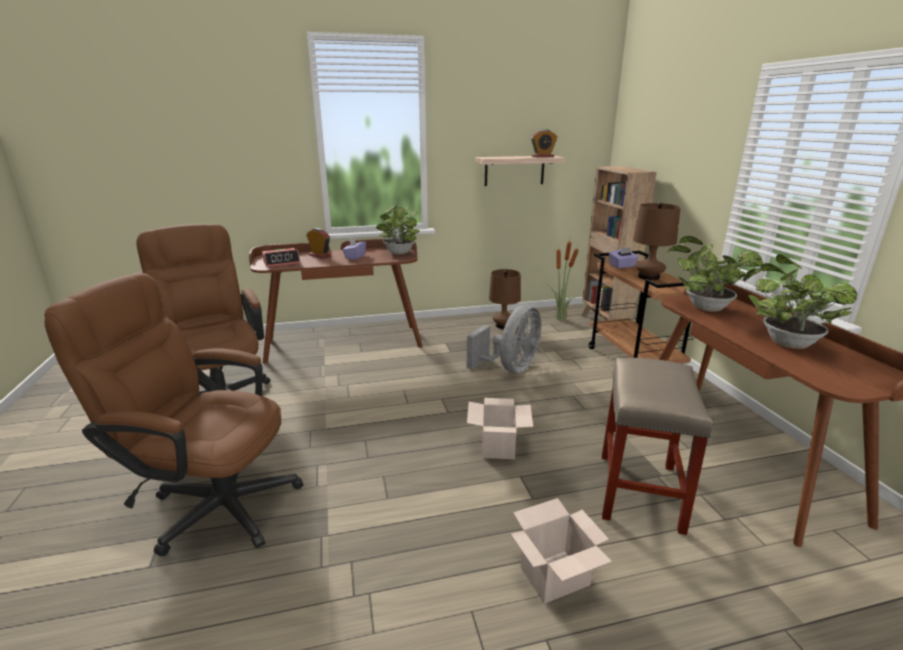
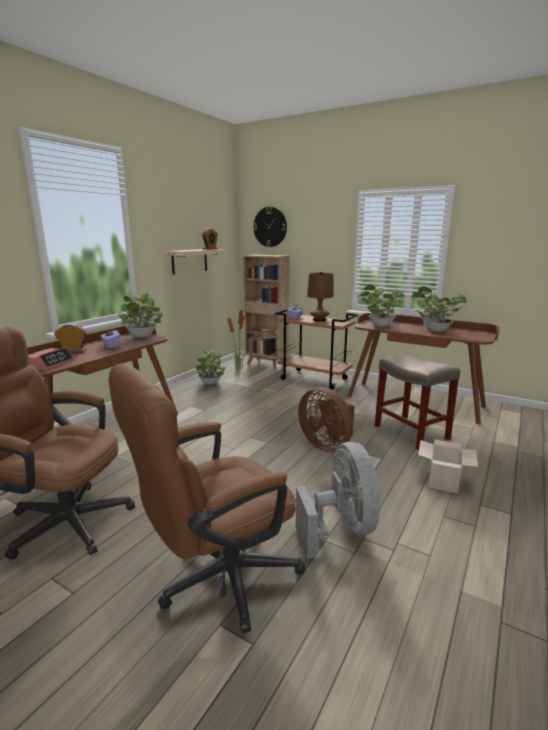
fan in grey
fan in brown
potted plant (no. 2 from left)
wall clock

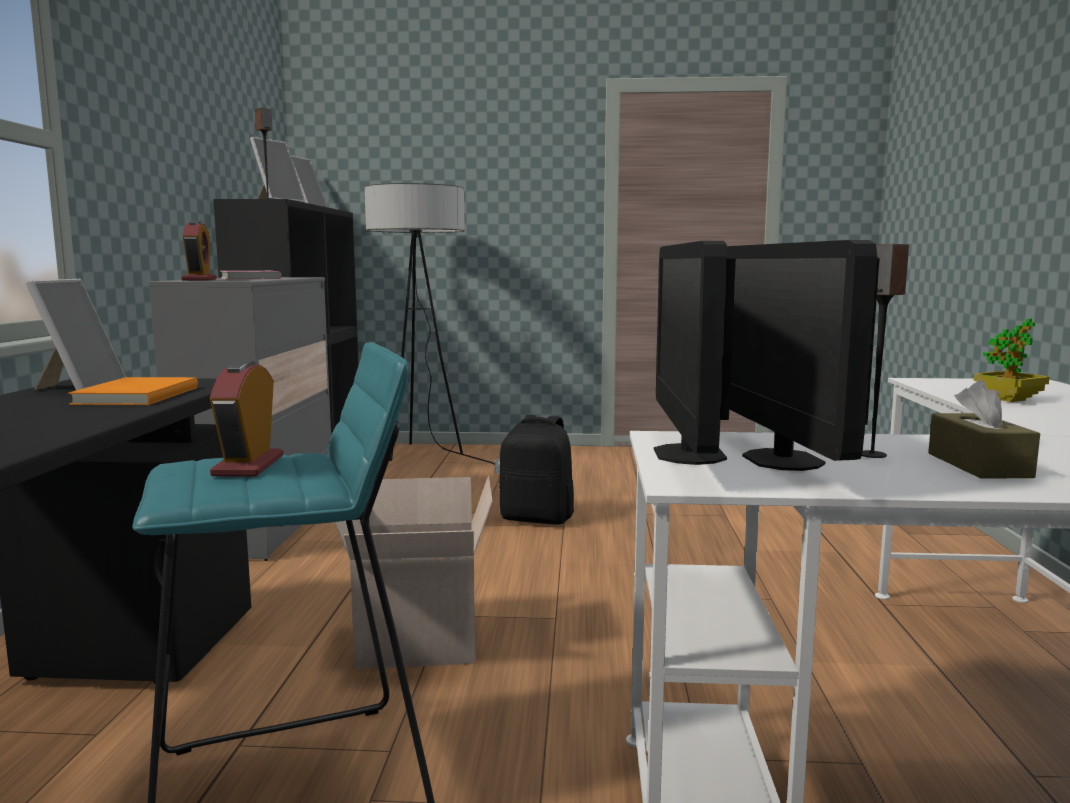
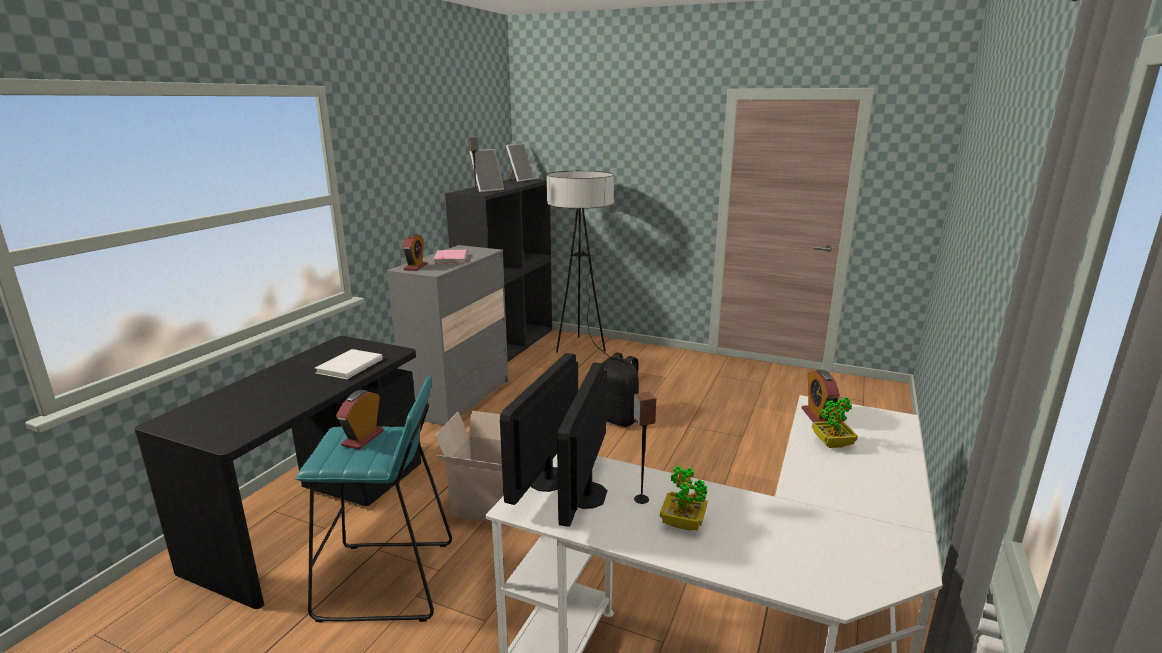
picture frame (no. 1 from left in the first image)
book in white
potted plant (no. 1 from left)
alarm clock (no. 3 from left)

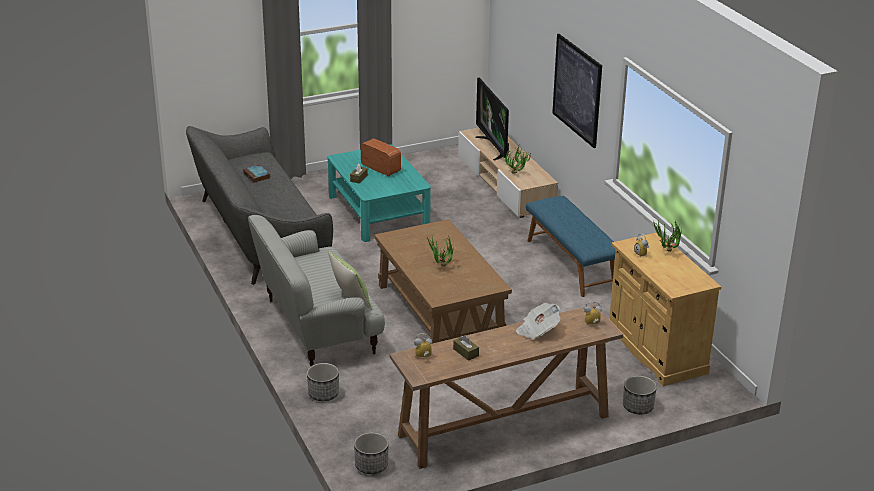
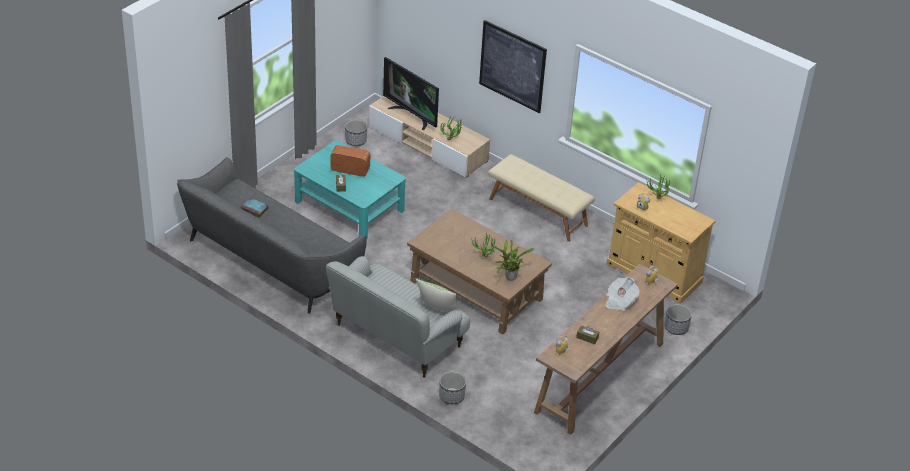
planter (no. 1 from left)
bench in beige
potted plant (no. 3 from left)

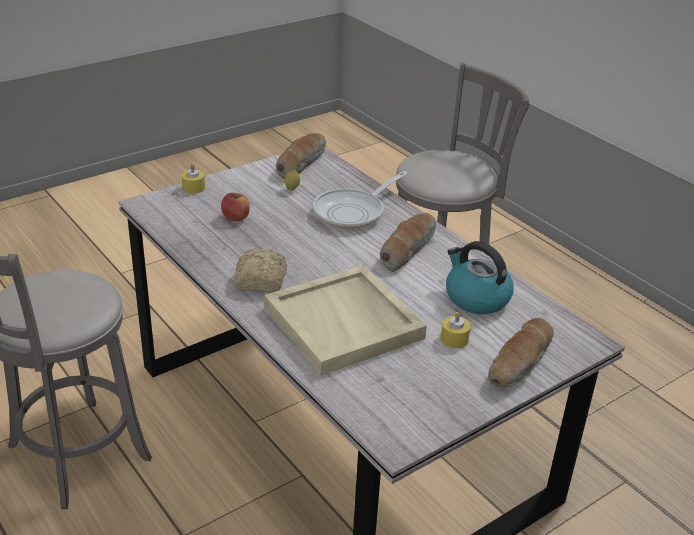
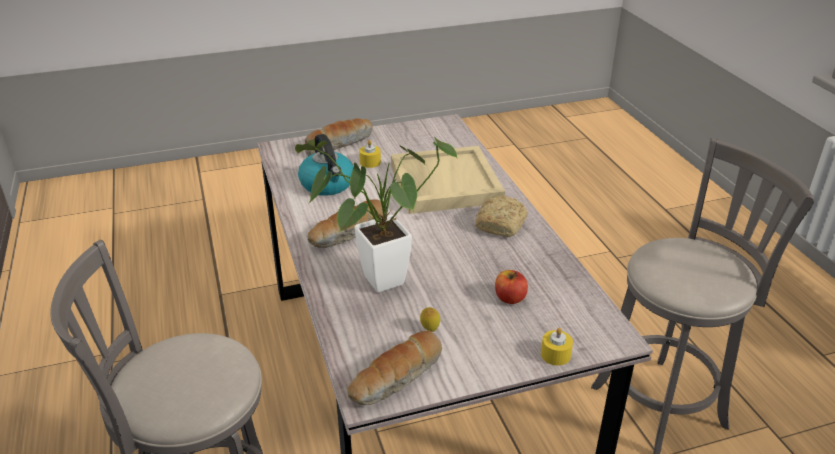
potted plant

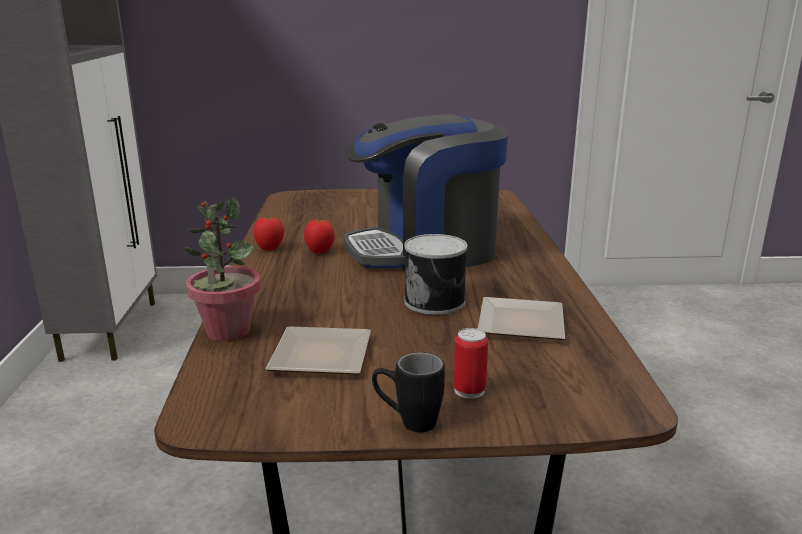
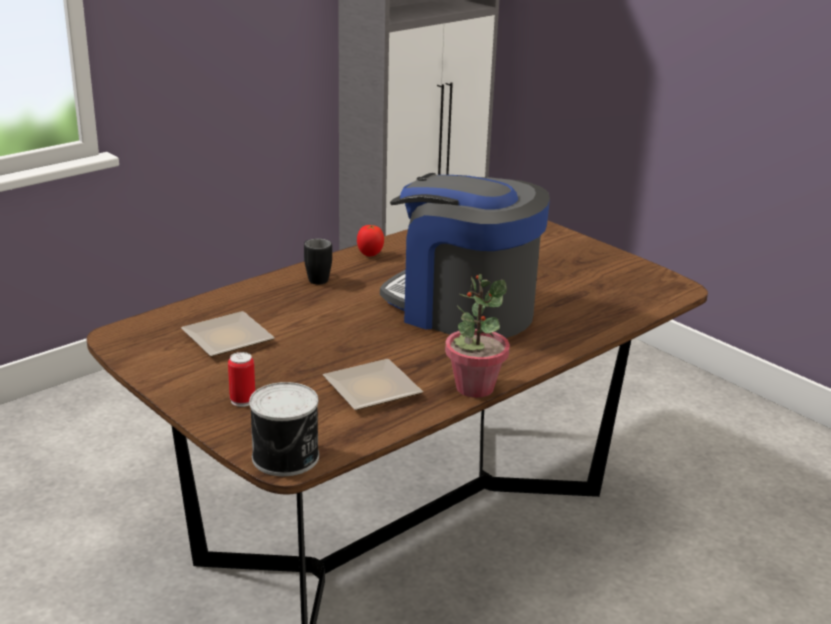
potted plant
tomato (no. 2 from left in the first image)
mug in black
can (no. 2 from left)

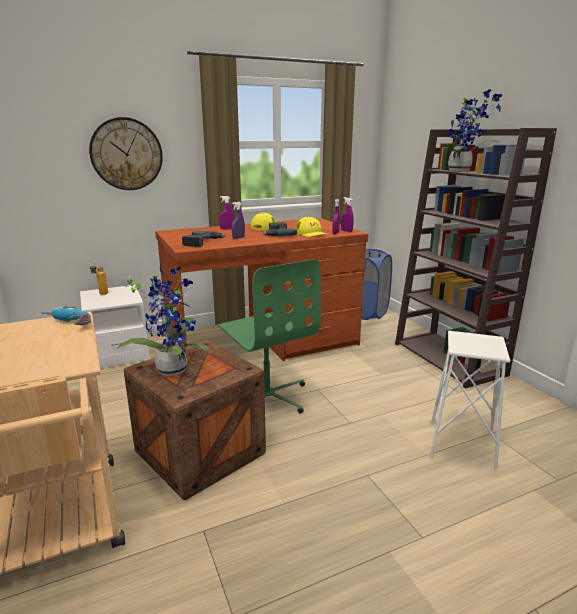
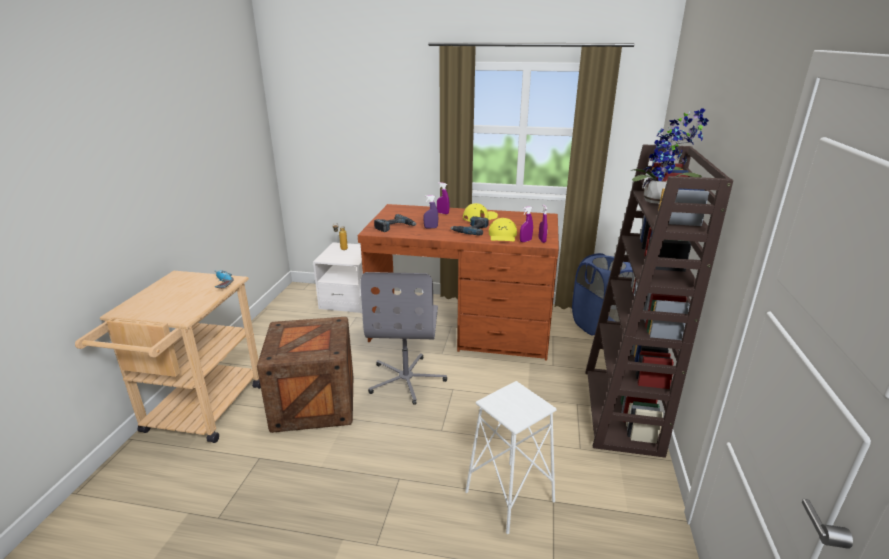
wall clock
potted plant (no. 1 from left in the first image)
office chair in grey

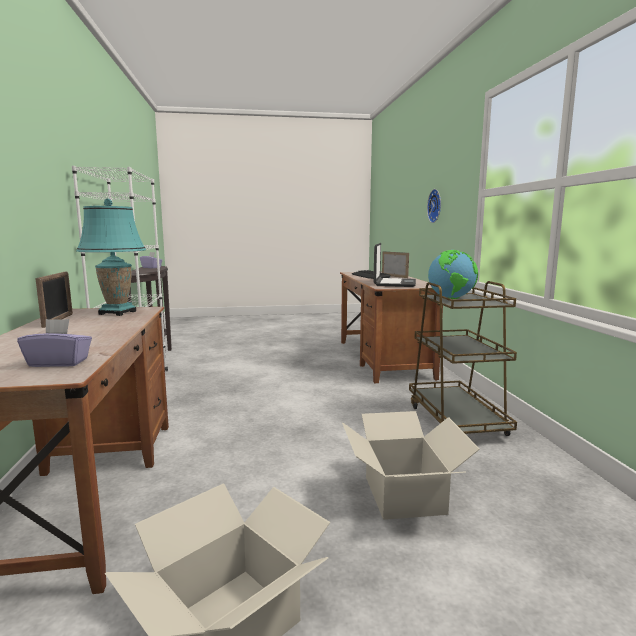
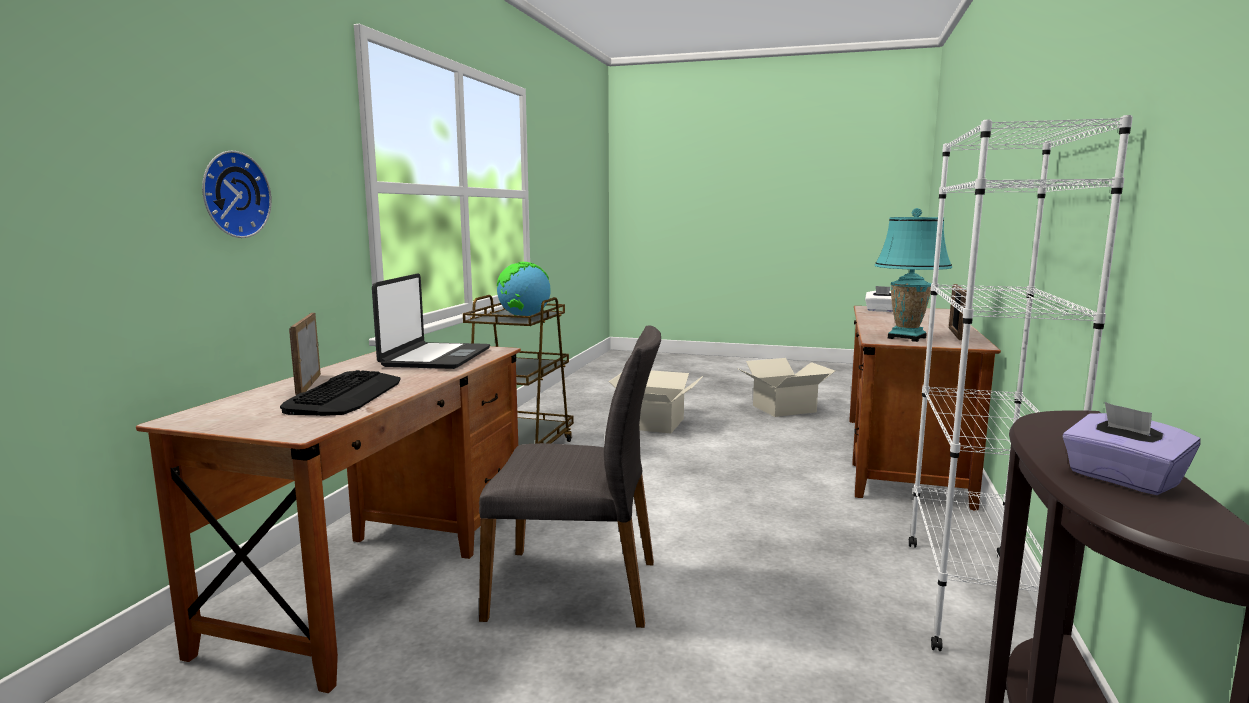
tissue box in white
laptop
chair in grey

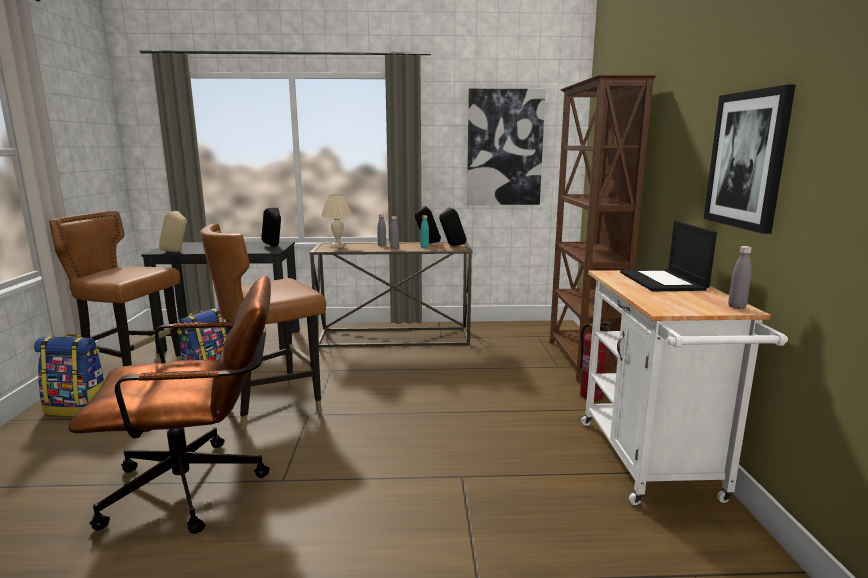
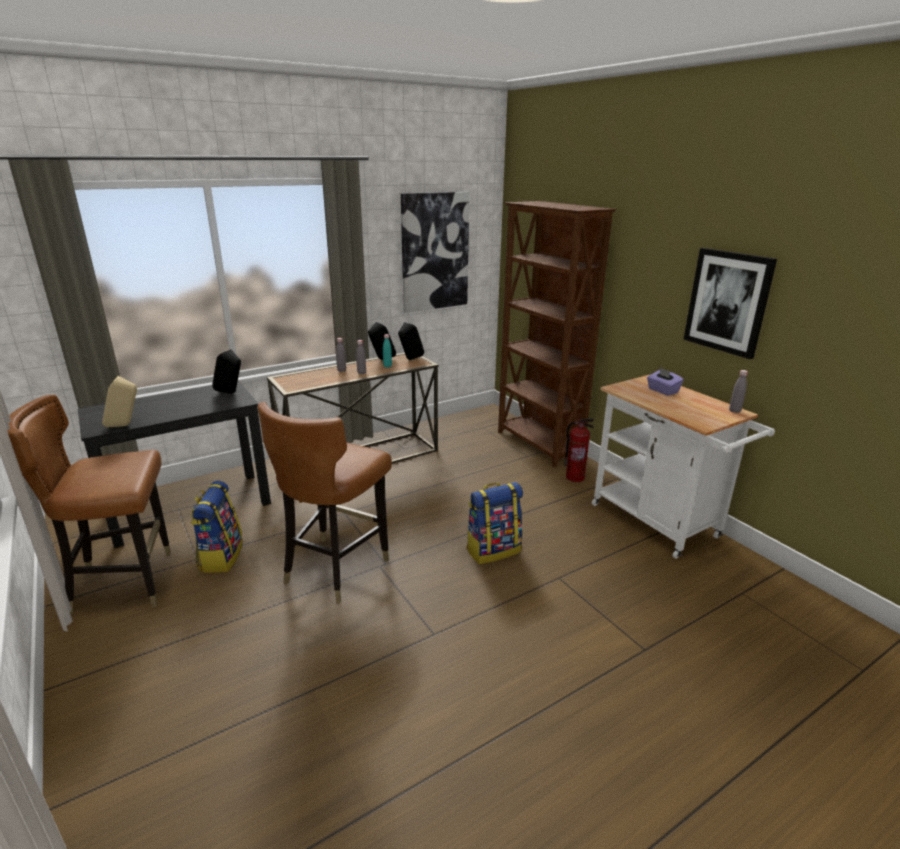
backpack (no. 2 from left)
office chair in brown
table lamp in beige
tissue box in purple

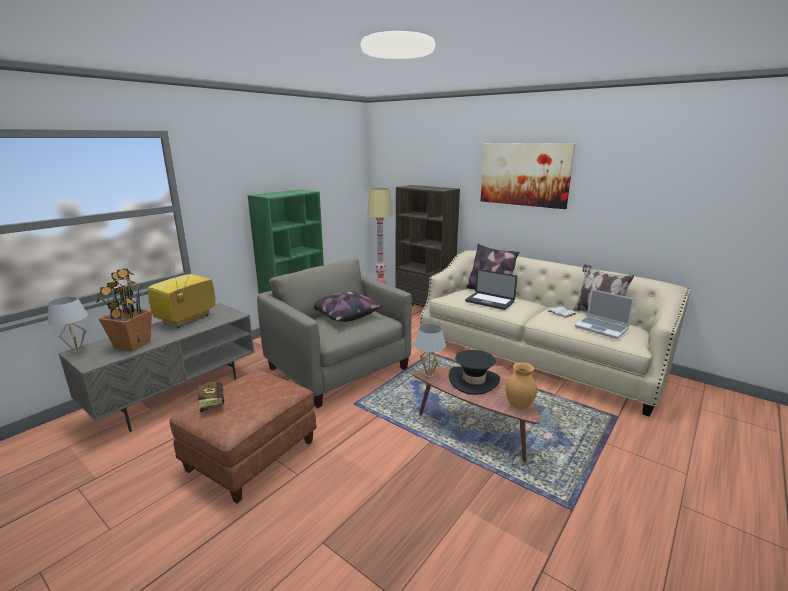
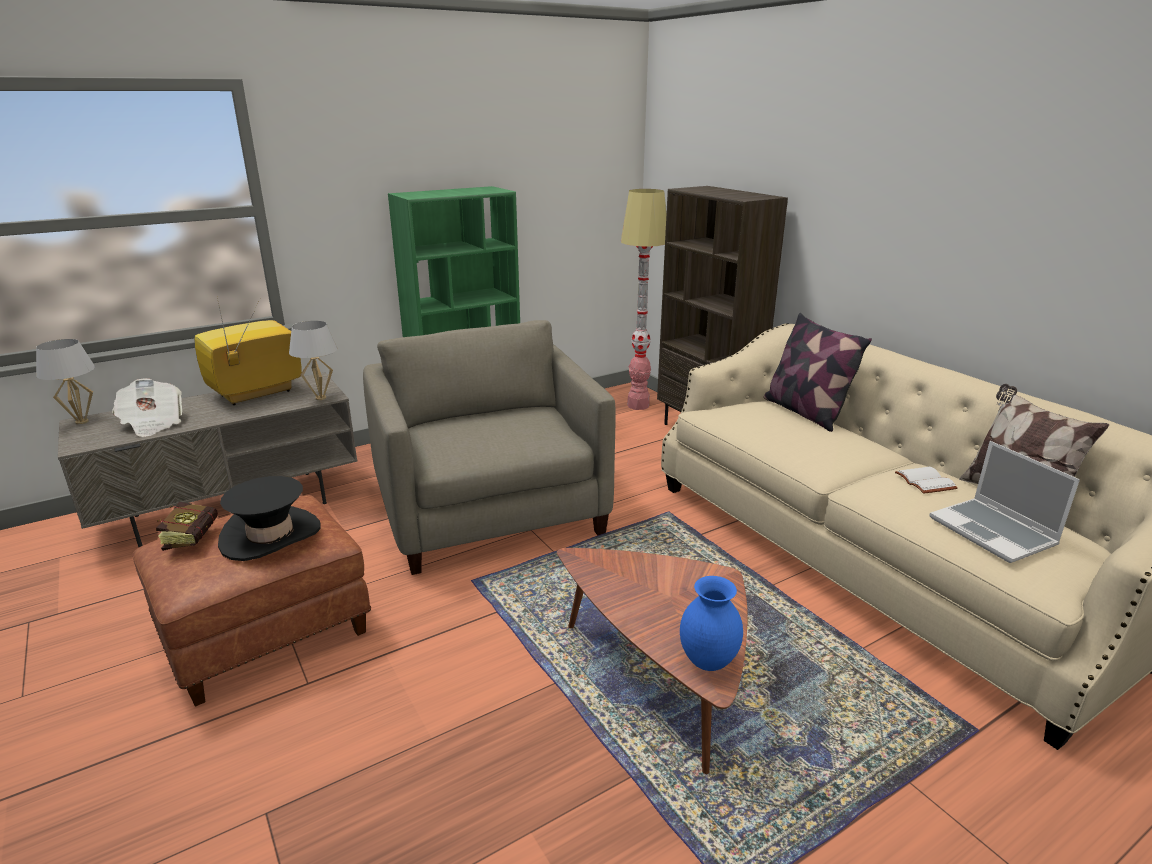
newspaper
pillow (no. 1 from left in the first image)
table lamp in white (no. 2 from left)
hat in black
laptop (no. 1 from left in the first image)
picture
vase in blue

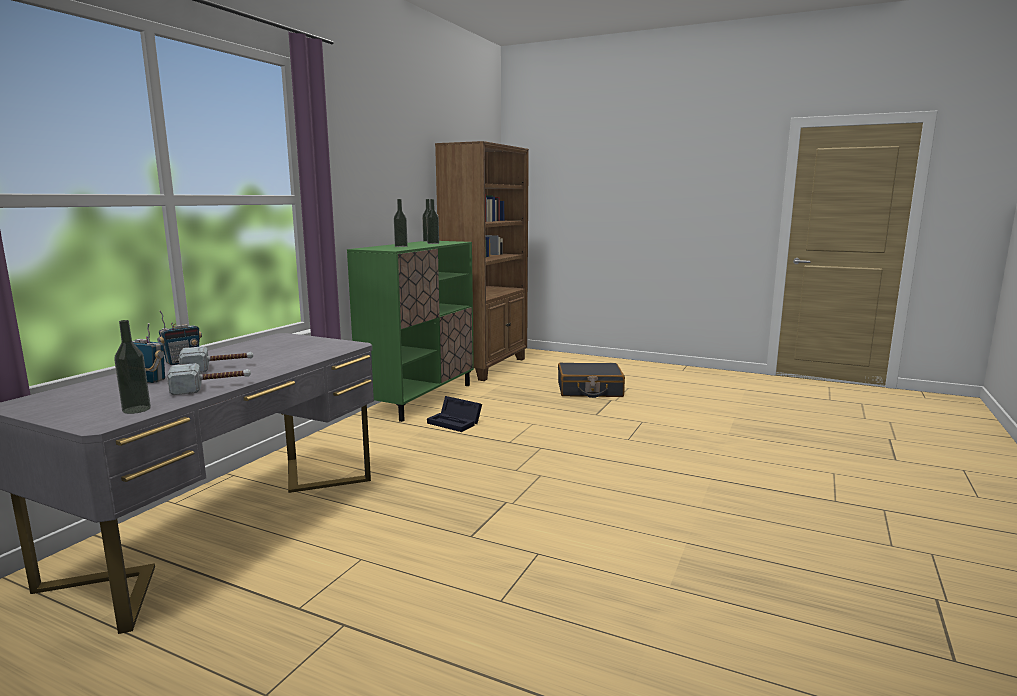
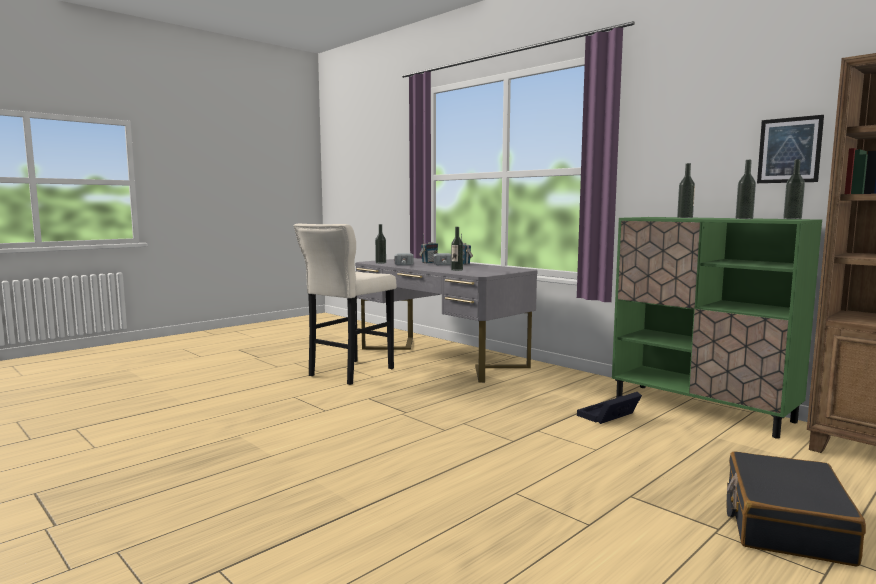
stool in beige
bottle (no. 2 from left)
picture

